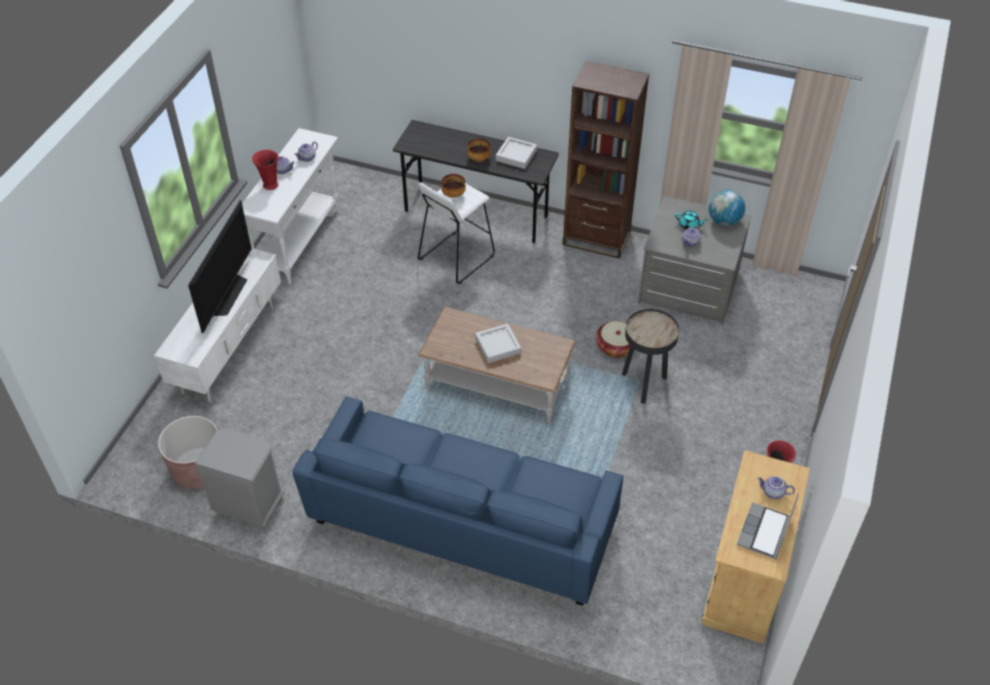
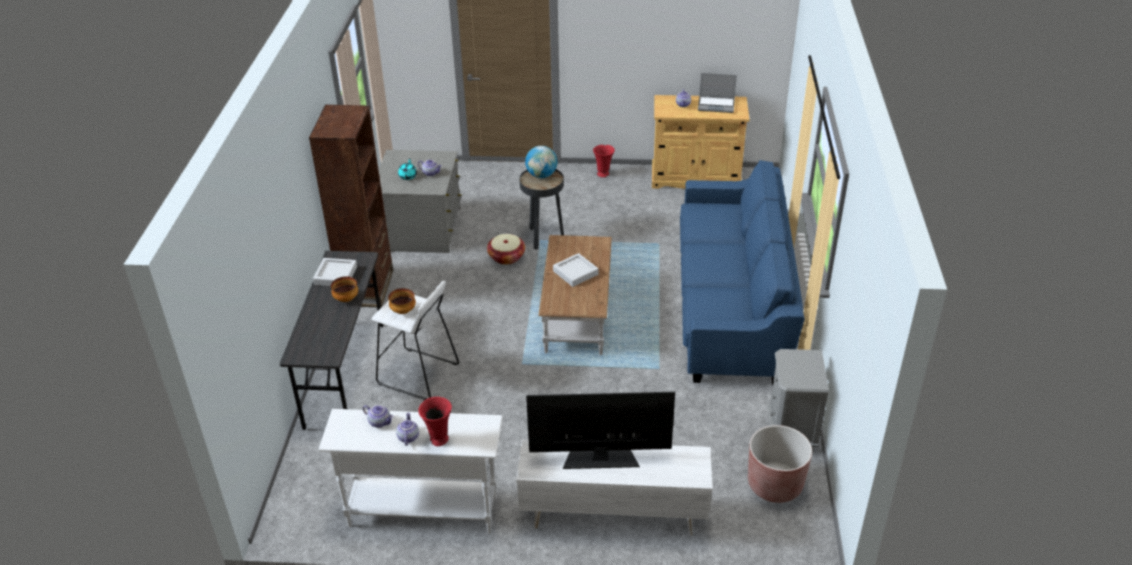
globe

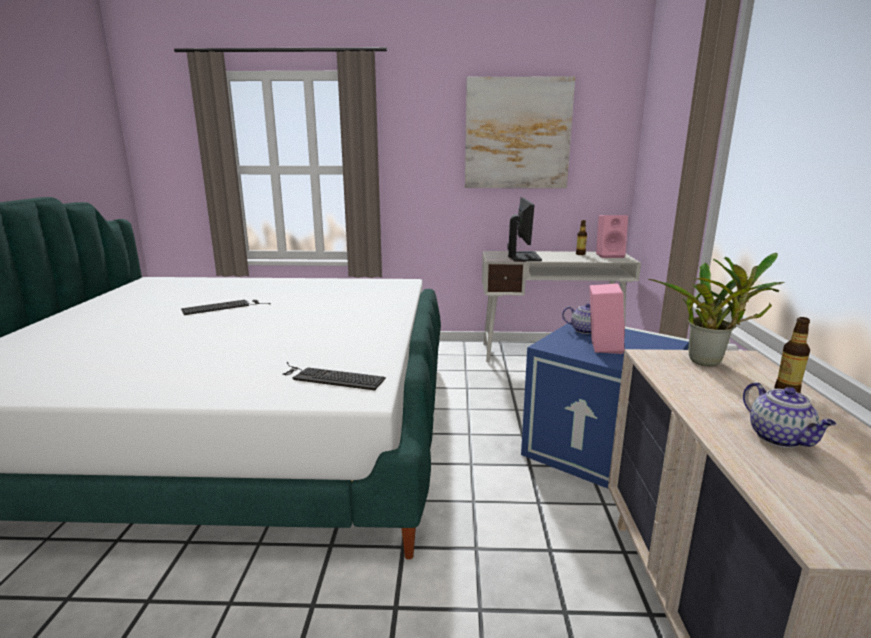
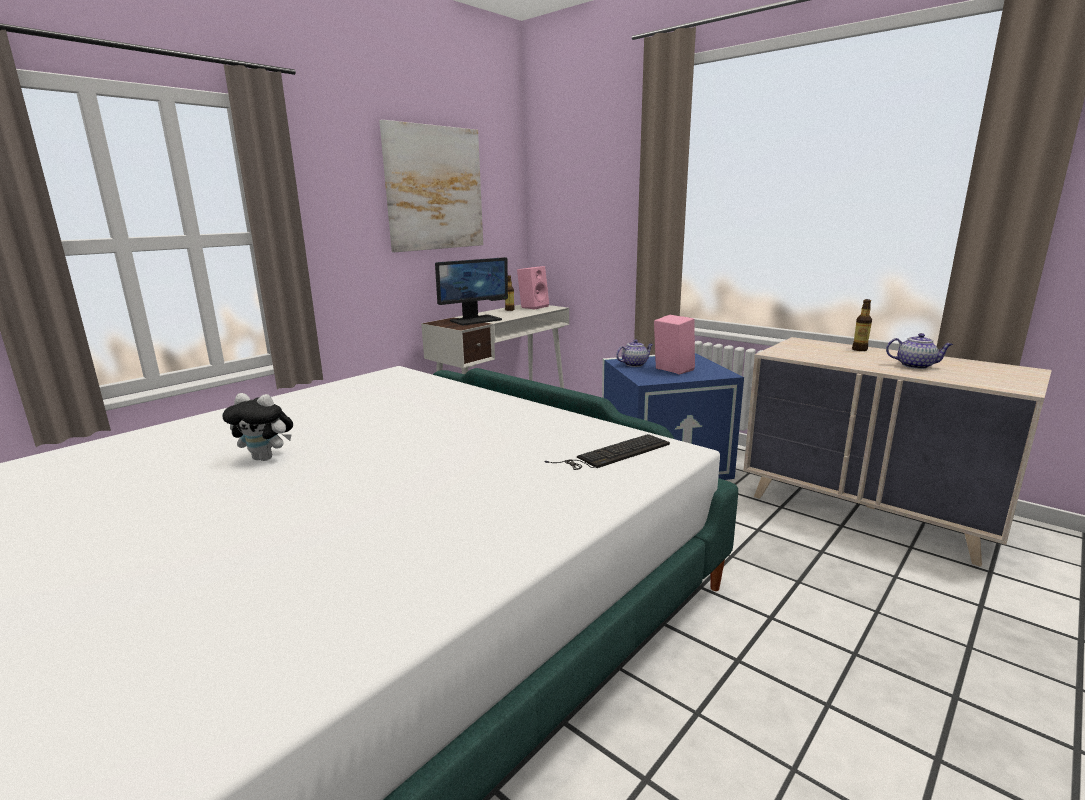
plush toy
monitor
potted plant

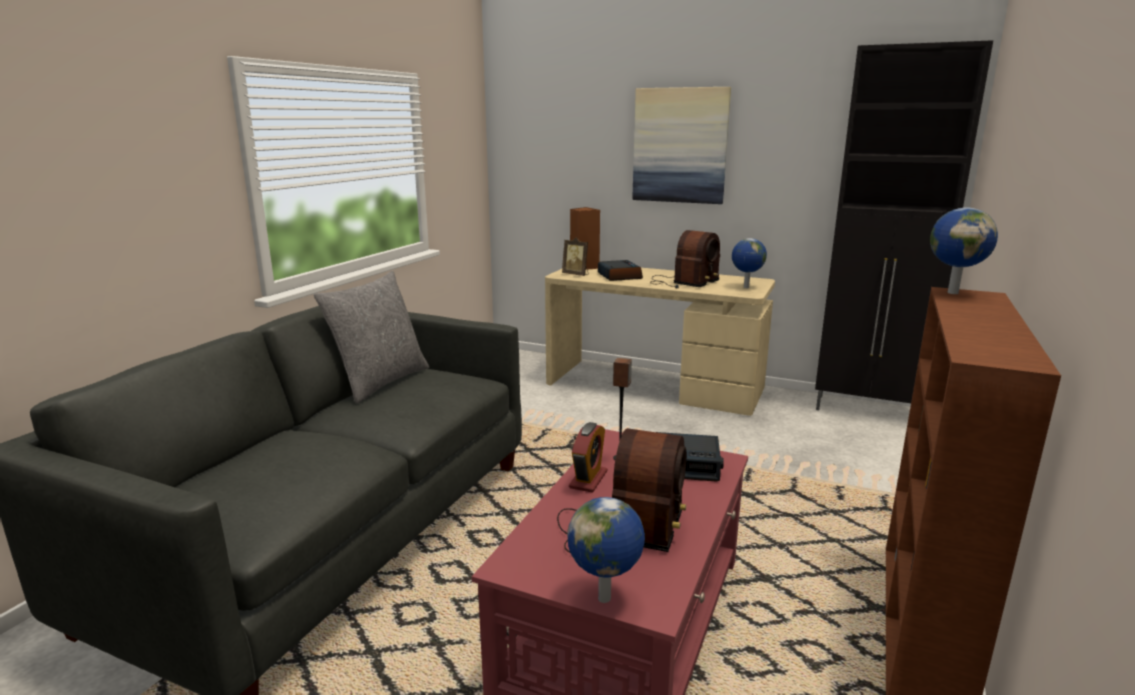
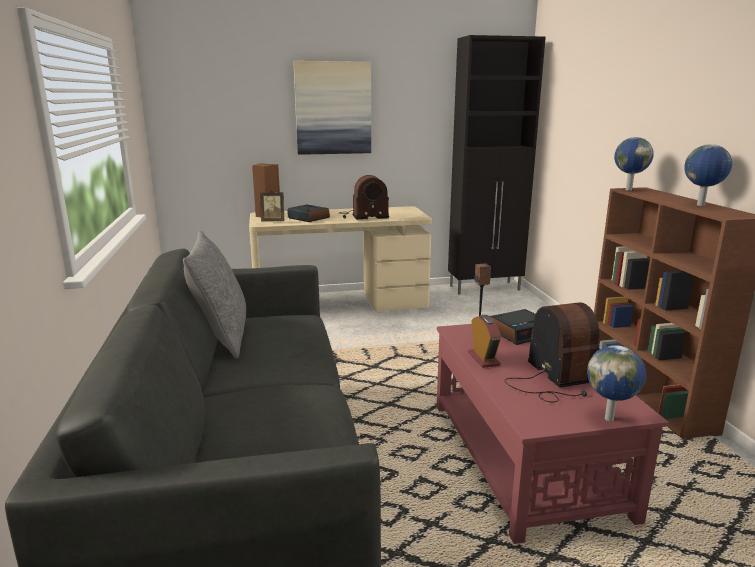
radio (no. 1 from left)
globe (no. 3 from left)

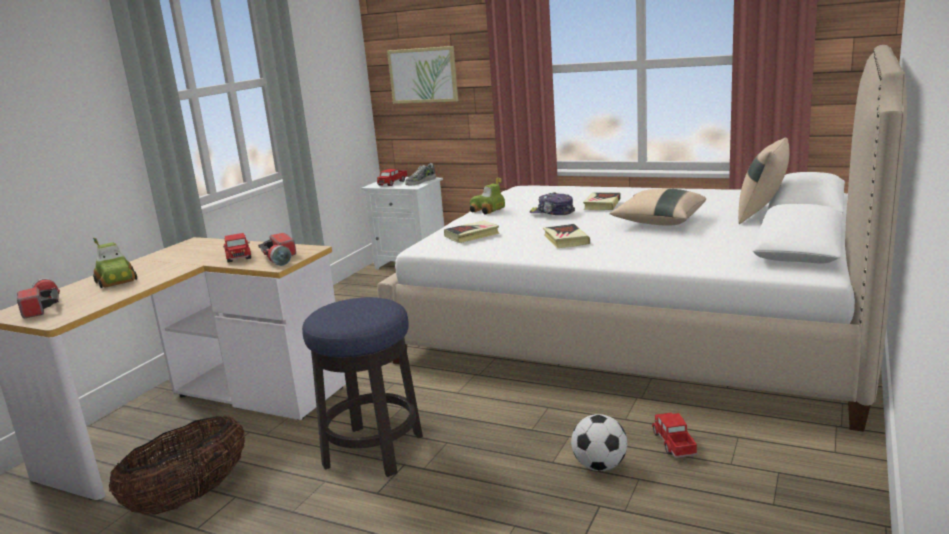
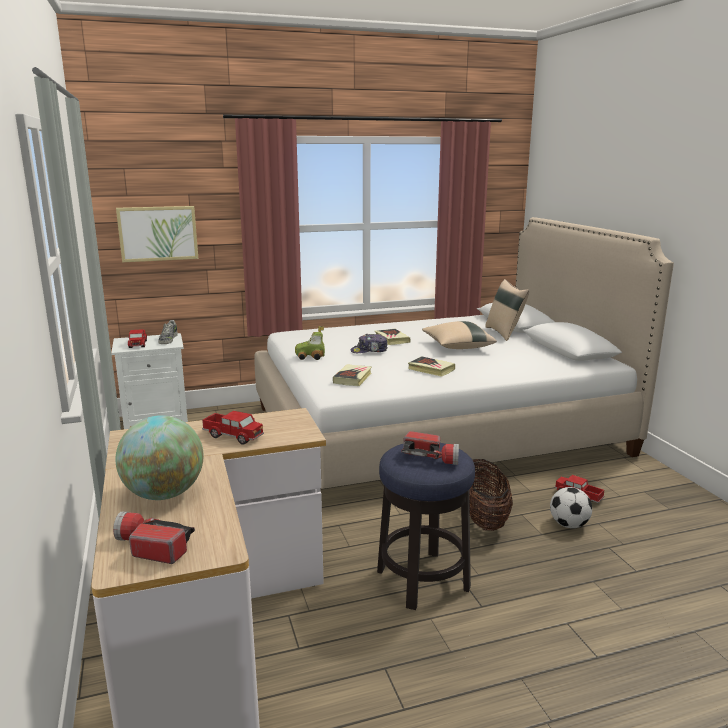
globe
basket
flashlight (no. 2 from left)

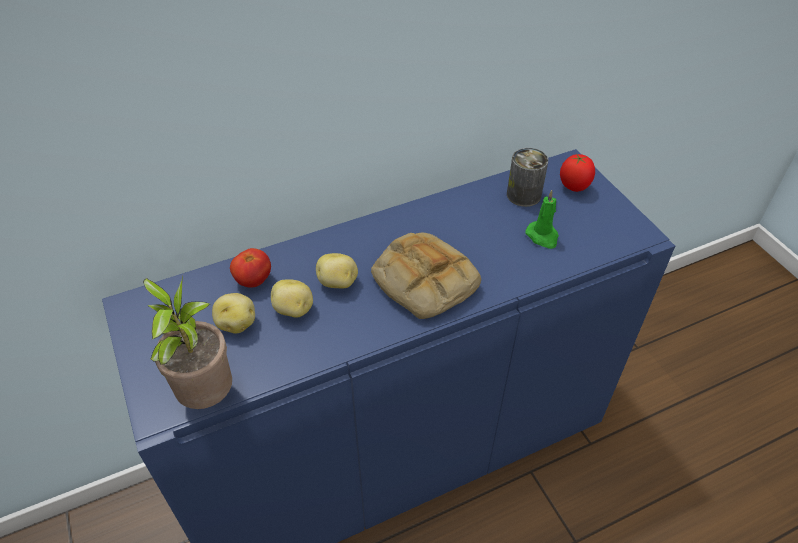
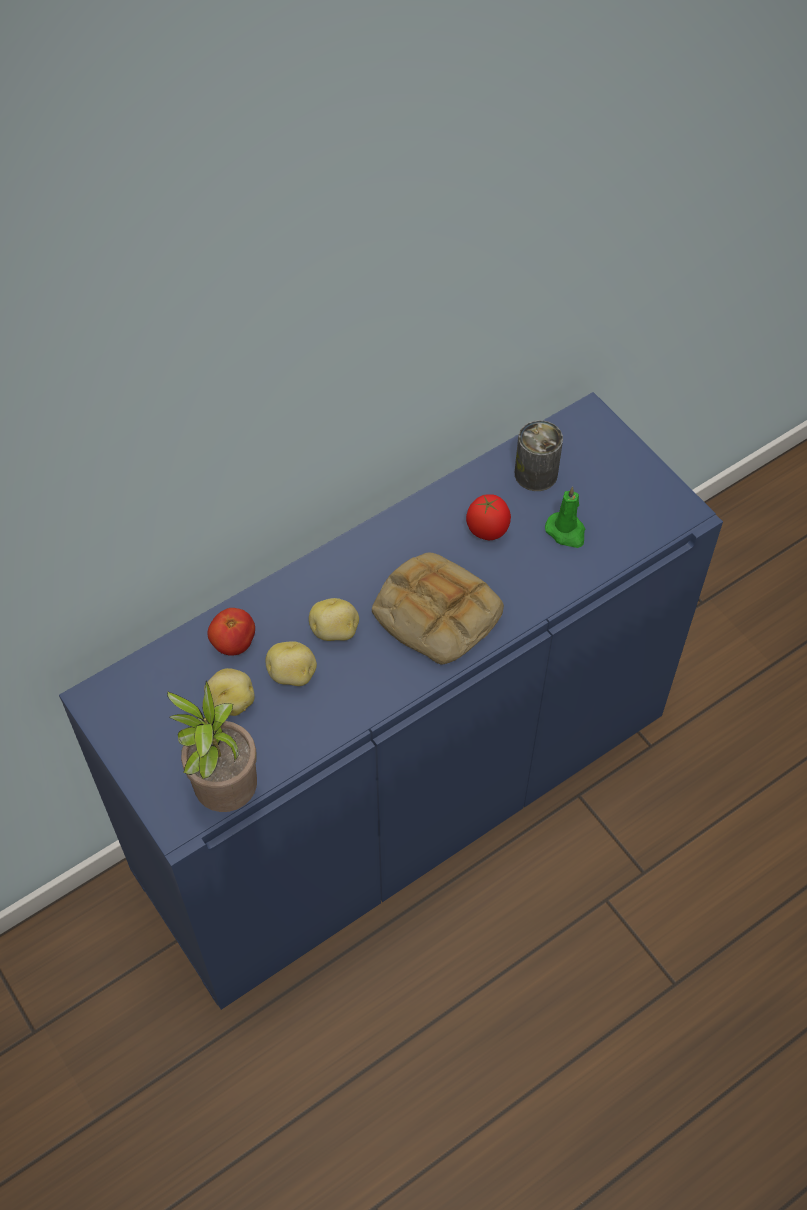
tomato (no. 2 from left)

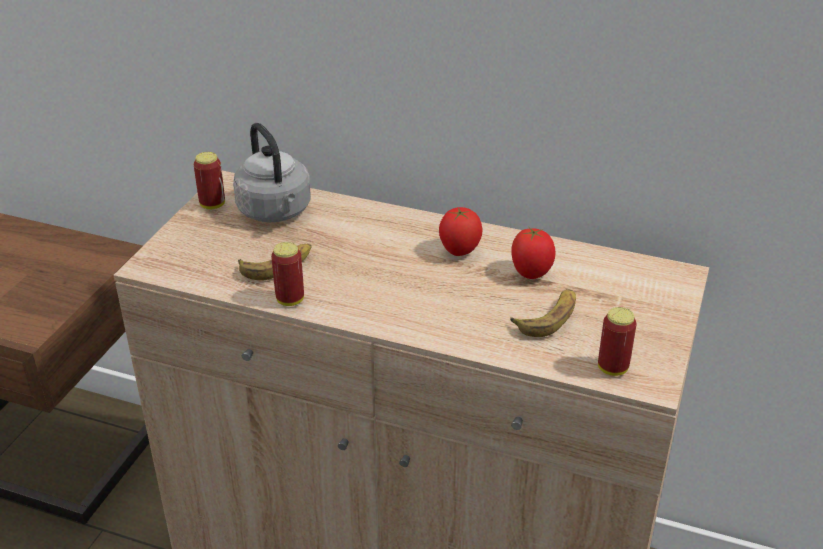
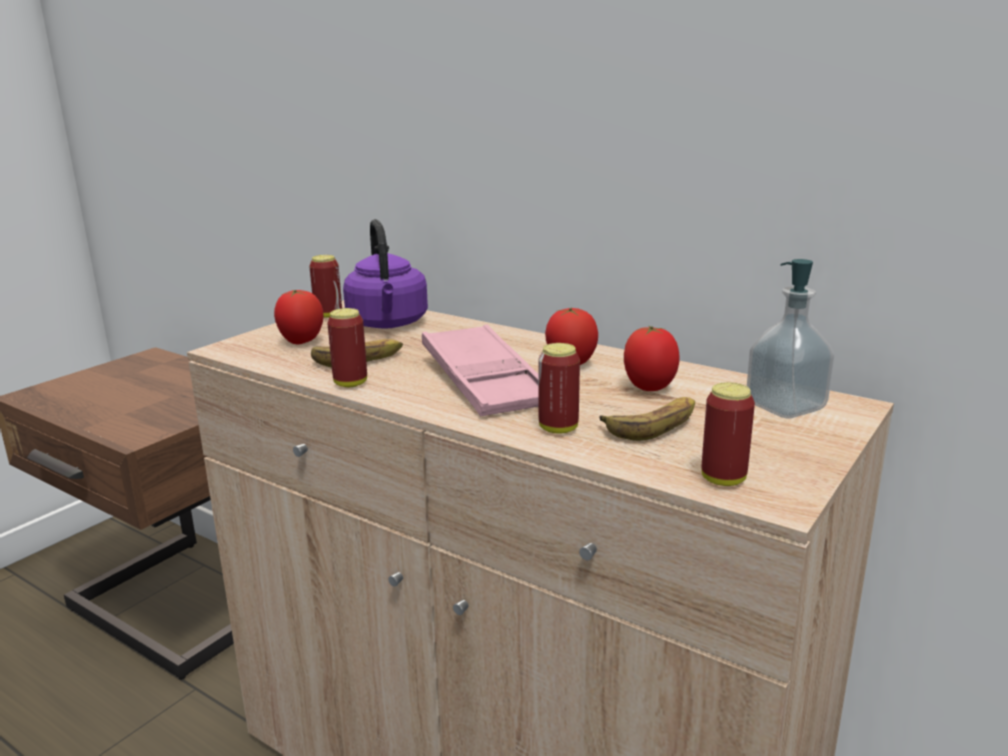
kettle in purple
tomato (no. 1 from left)
tray in pink
can (no. 3 from left)
soap dispenser

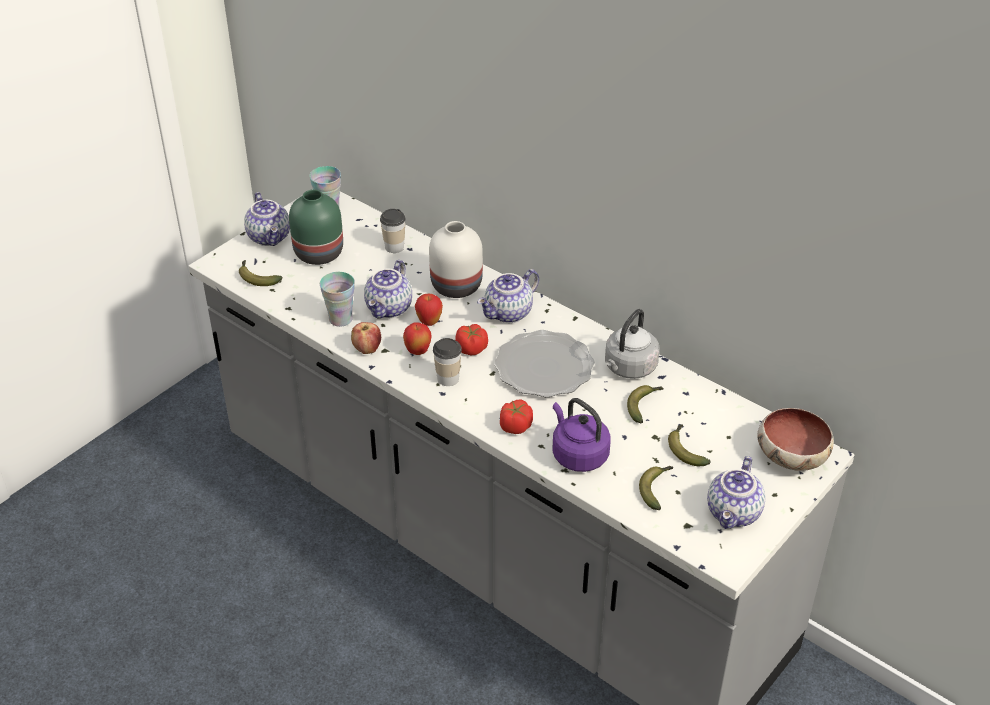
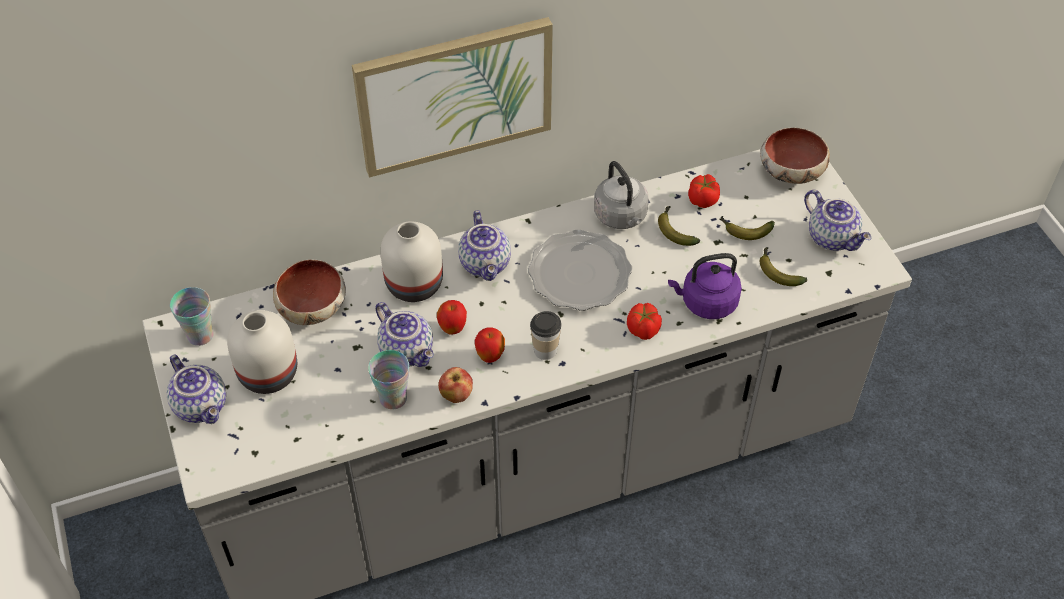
banana (no. 1 from left in the first image)
teapot (no. 1 from left)
vase in white (no. 1 from left)
bowl (no. 1 from left)
tomato (no. 2 from left)
picture

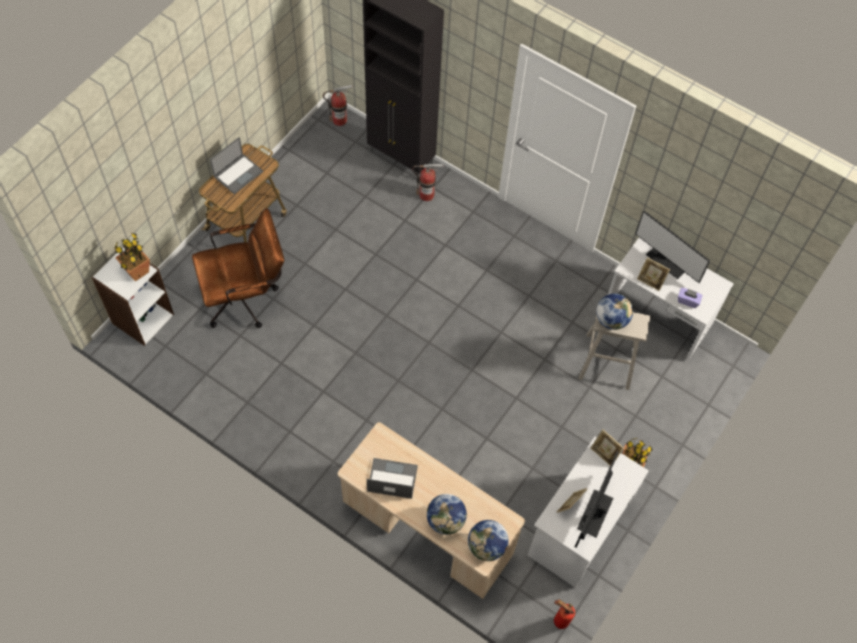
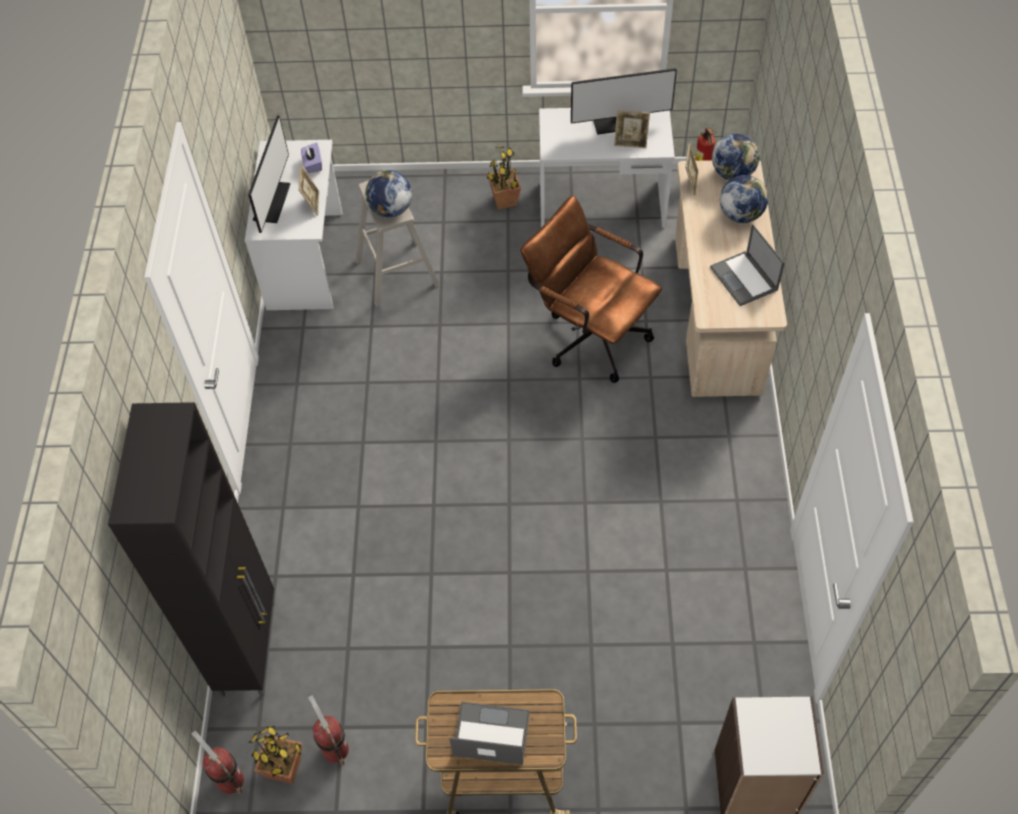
potted plant (no. 1 from left)
office chair in brown
fire extinguisher (no. 2 from left)
picture frame (no. 3 from left)

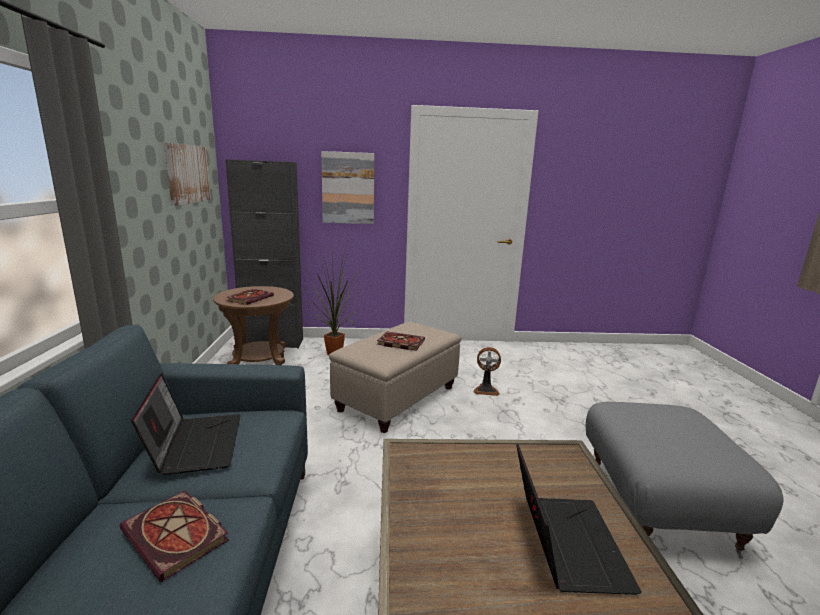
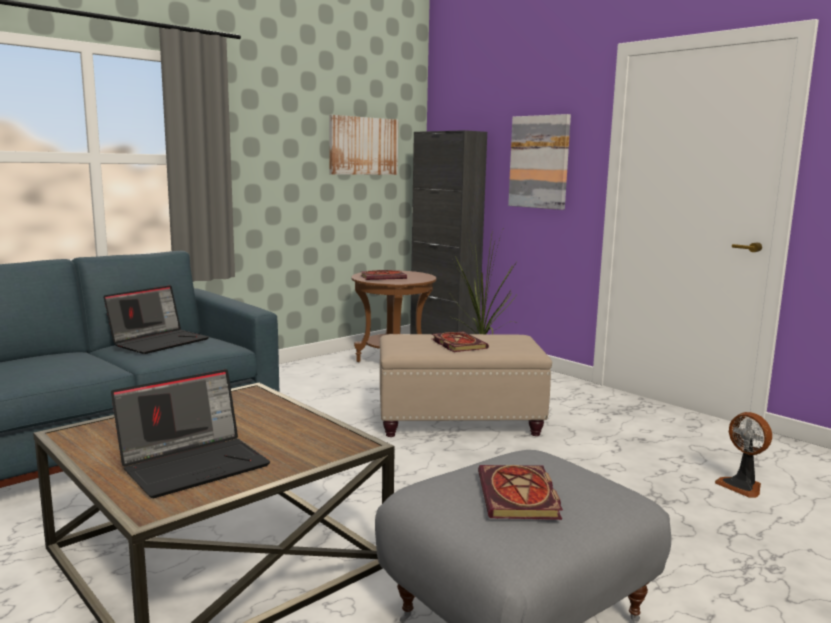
book (no. 3 from left)
fan

